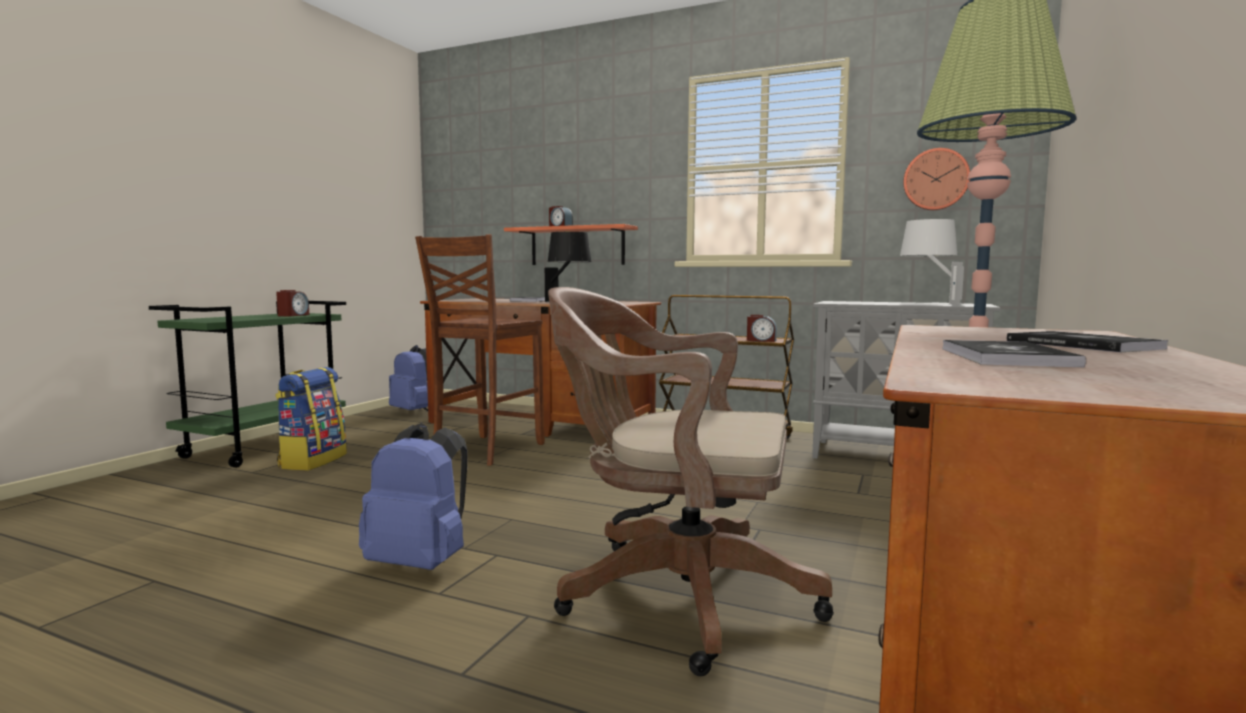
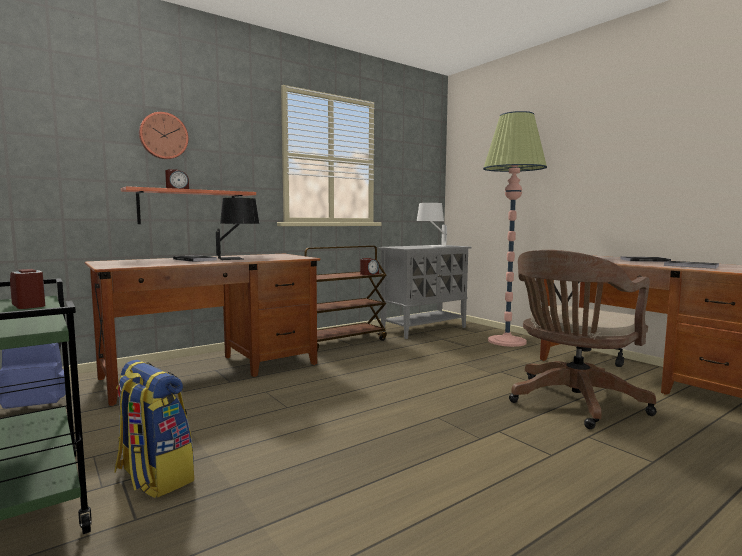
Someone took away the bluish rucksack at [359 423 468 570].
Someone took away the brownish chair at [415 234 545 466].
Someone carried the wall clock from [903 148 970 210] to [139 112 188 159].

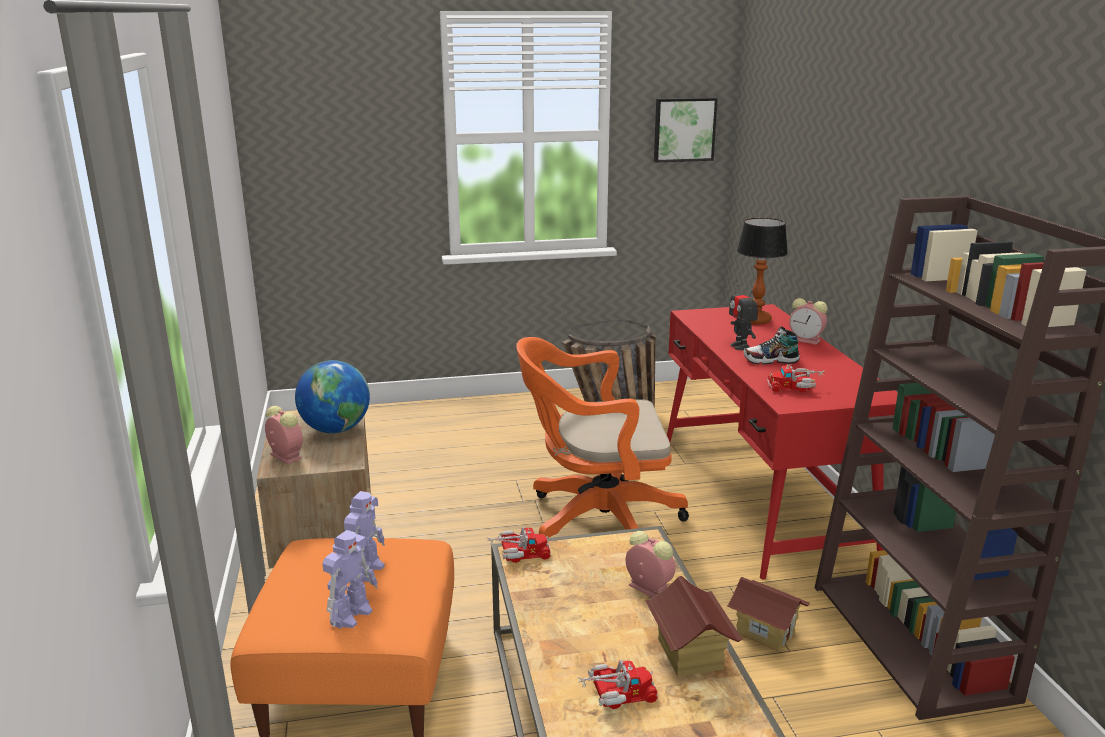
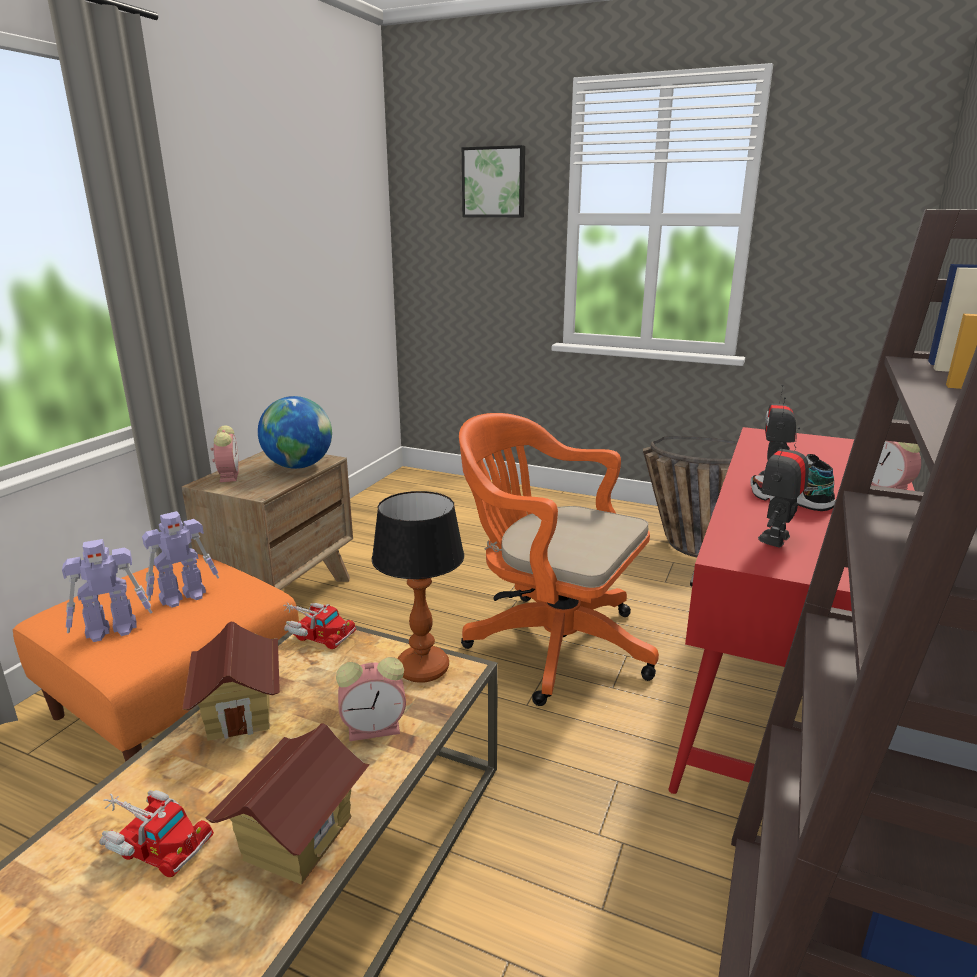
Someone carried the picture from [654 98 718 163] to [462 145 525 217].
Someone carried the model house from [727 577 810 651] to [182 622 280 741].
Someone carried the tabletop lamp from [737 218 788 325] to [372 491 464 683].
Someone swapped the toy truck at [767 364 826 392] for the toy robot at [758 427 809 547].
Someone rotated the alarm clock at [626 531 675 598] by 90 degrees clockwise.

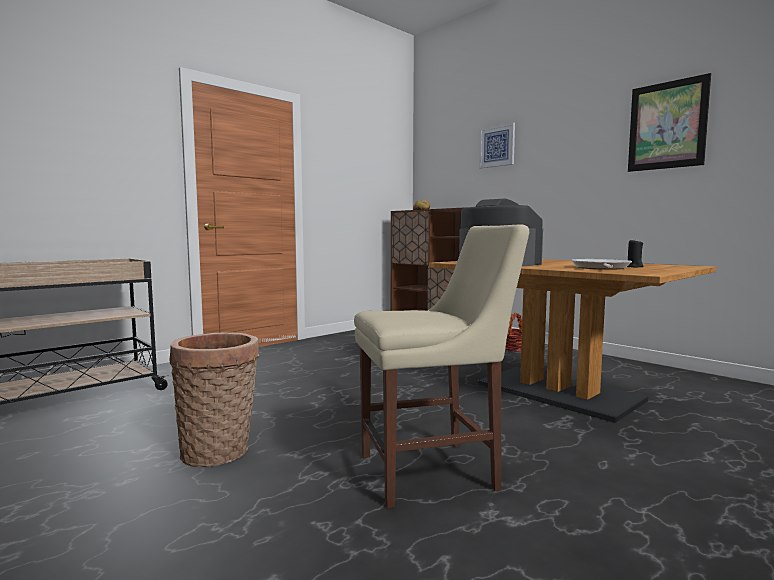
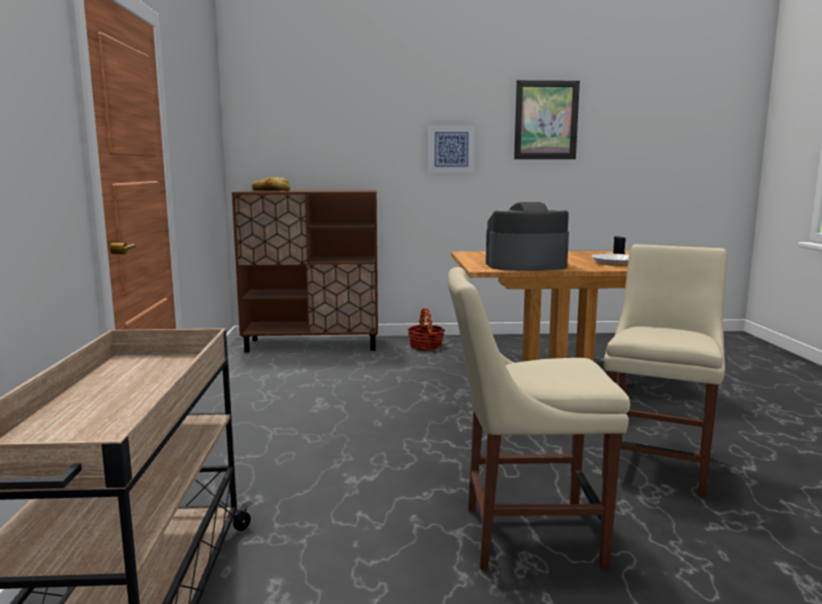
Someone carried the picture from [479 122 515 168] to [428 125 475 173].
Someone swapped the household basket at [169 332 259 467] for the sand-coloured chair at [448 267 630 570].

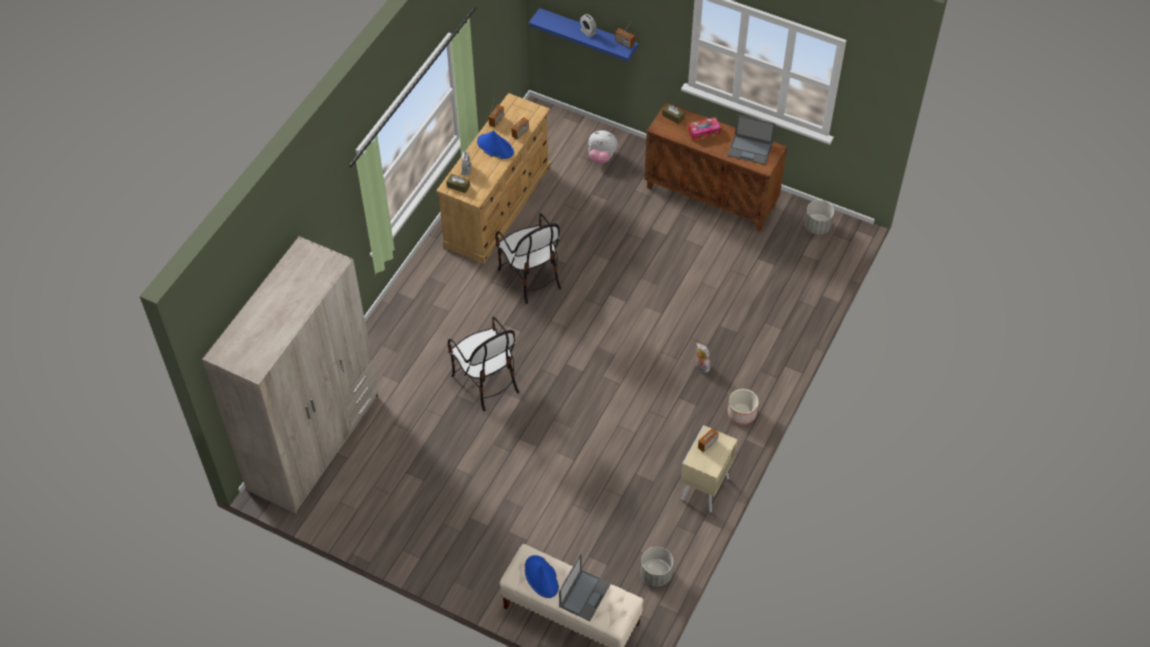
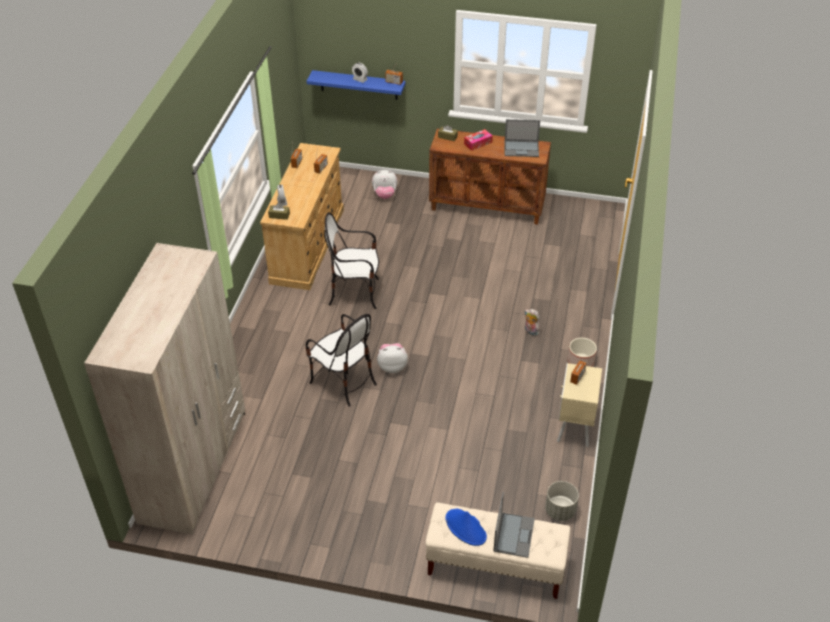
Someone took away the bluish hat at [477 131 514 159].
Someone took away the greyish flower pot at [804 200 834 235].
Someone put down the plush toy at [377 343 408 373].
Someone rotated the chair at [495 213 561 304] by 135 degrees clockwise.

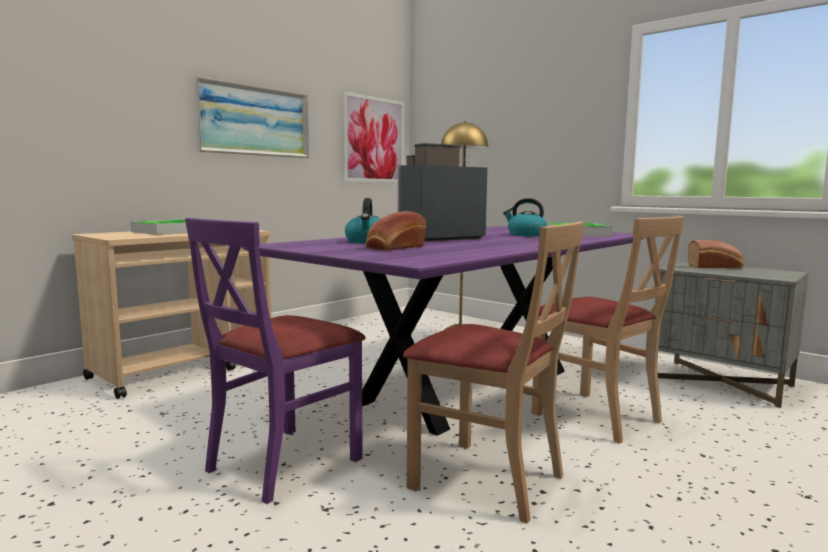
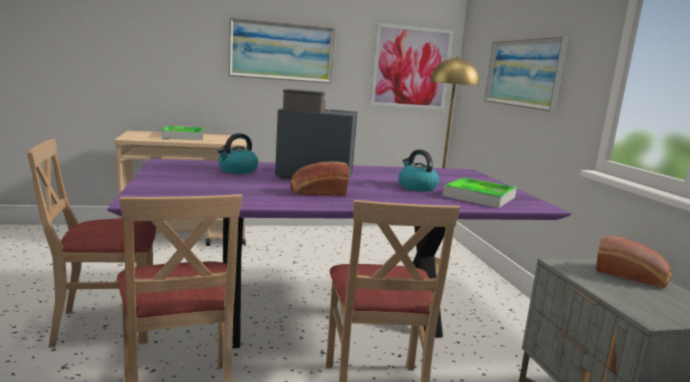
Someone put up the picture at [484 36 568 112].
Someone carried the baked bread from [366 211 426 251] to [290 161 349 196].
Someone repainted the purplish chair at [185 217 366 504], which became the sand-coloured chair at [27 139 156 348].

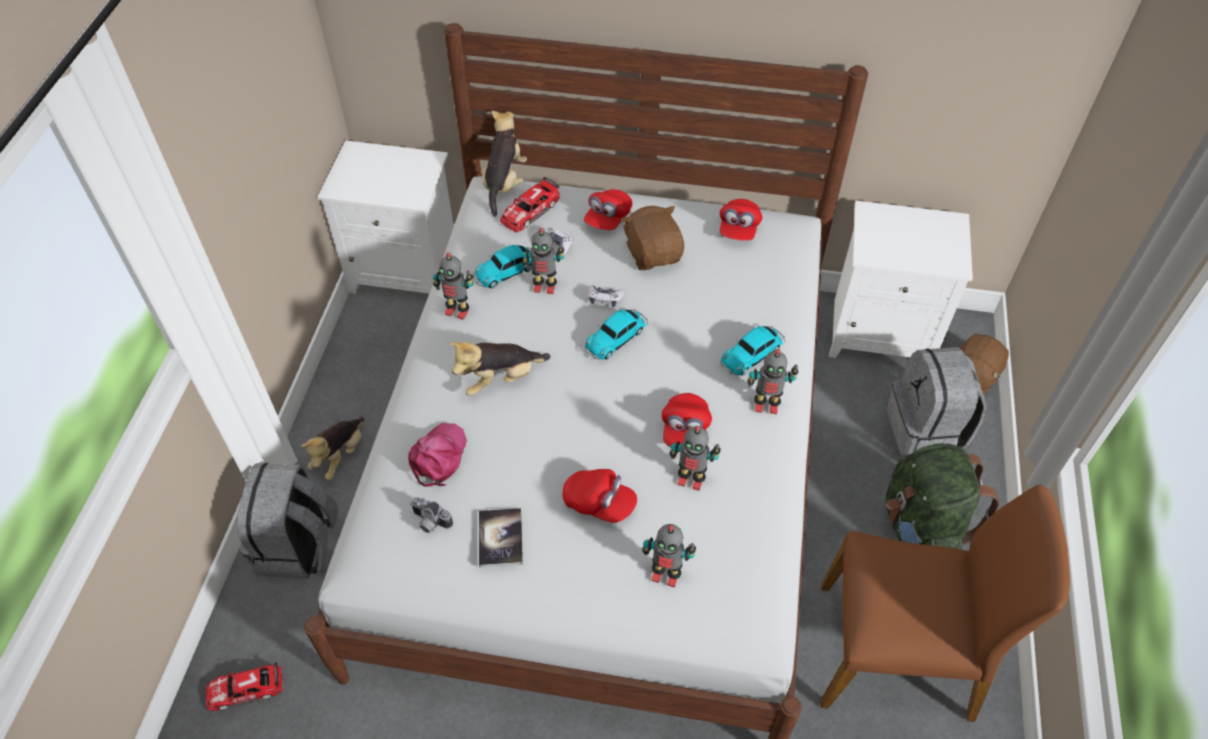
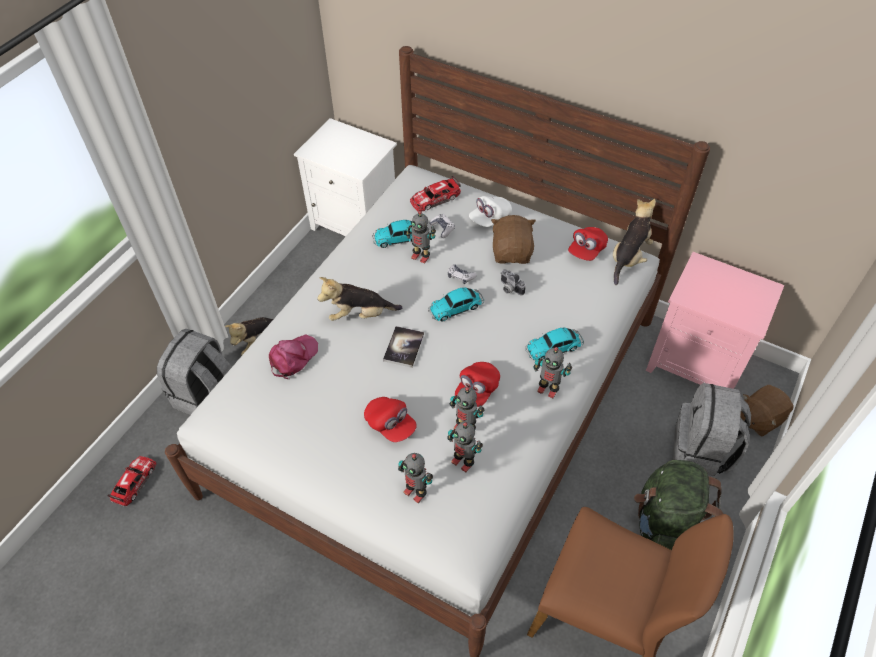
Someone carried the still camera from [410 497 453 533] to [501 269 526 295].
Someone carried the toy robot from [433 253 473 320] to [447 422 483 472].
Someone carried the volume from [479 508 523 568] to [383 326 424 368].
Someone carried the plush toy from [482 111 527 217] to [613 199 656 285].
Someone repainted the reddish cap at [584 189 632 230], which became the white cap at [469 196 512 227].
Someone repainted the white nightstand at [829 201 973 358], which became the pink-coloured nightstand at [646 252 784 389].
Someone rotated the model car at [205 662 283 711] by 105 degrees clockwise.

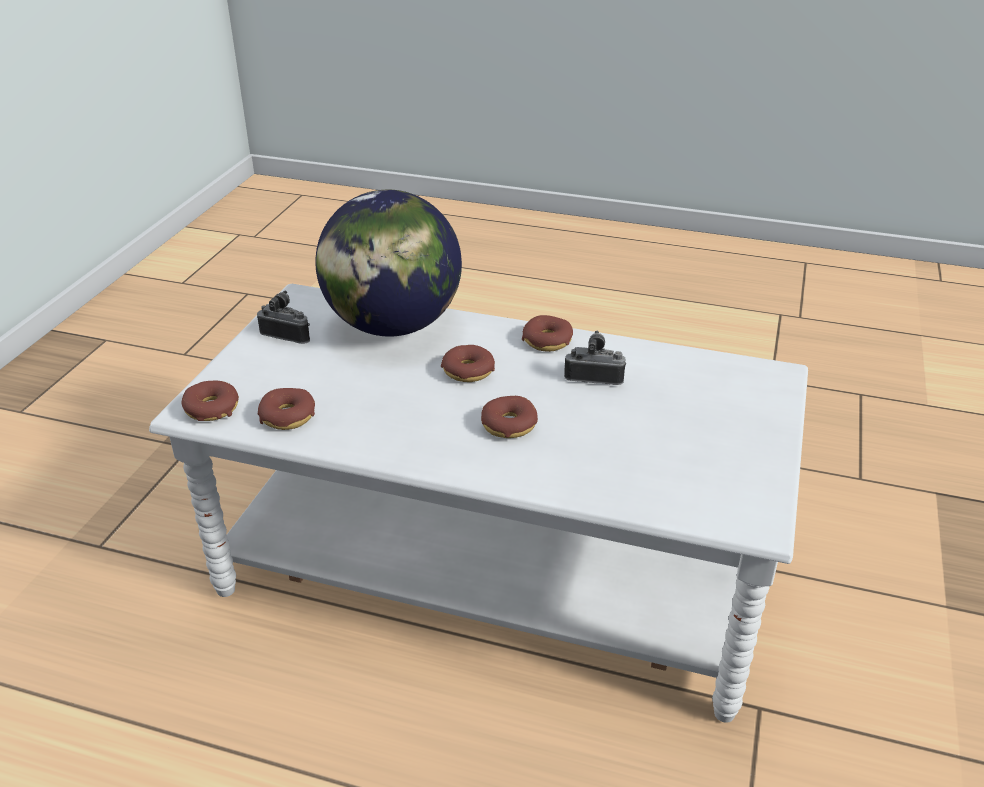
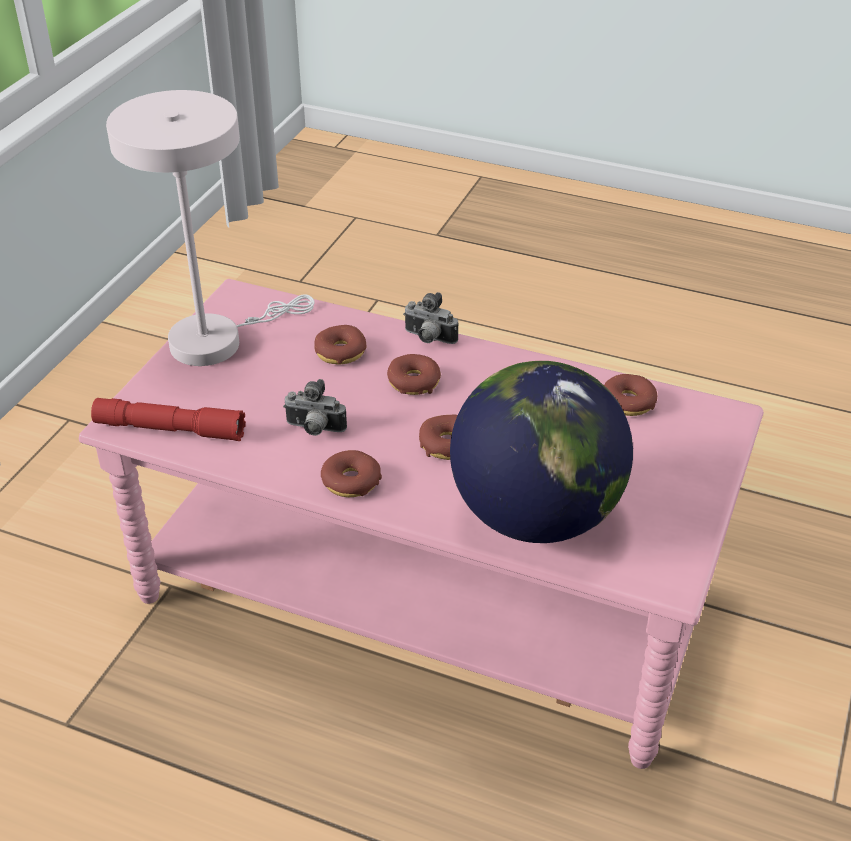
Someone put down the reddish hand torch at [91 398 246 441].
Someone put down the white tabletop lamp at [106 90 315 366].
Someone carried the doughnut from [182 381 239 421] to [314 325 366 365].
Someone carried the still camera from [257 290 310 344] to [403 292 458 344].
Someone repainted the white lounge table at [149 284 808 723], which became the pink-coloured lounge table at [79 279 764 769].

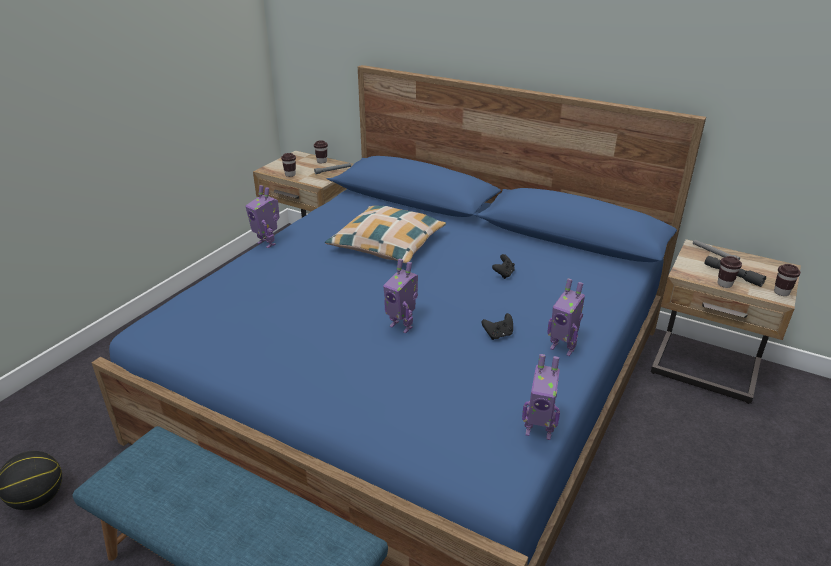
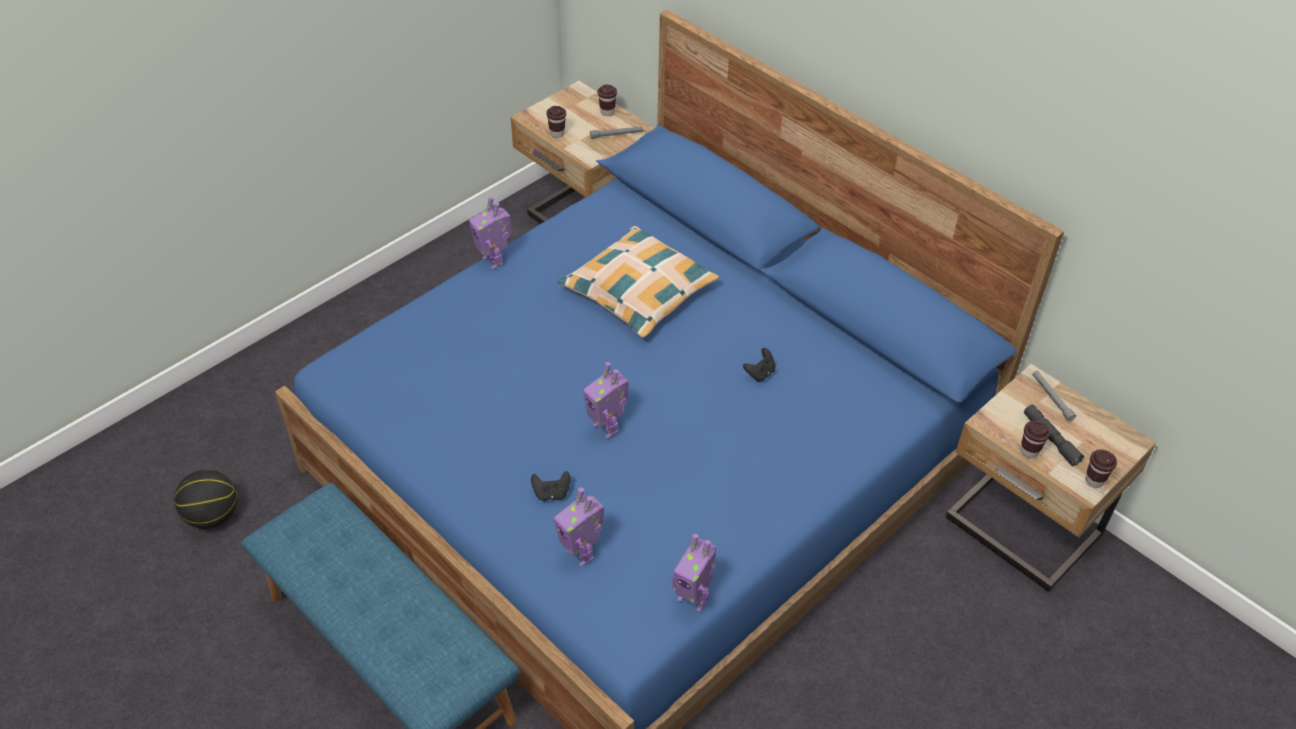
Someone carried the blackish joypad from [482 313 513 340] to [531 471 570 501].
Someone carried the toy robot from [547 279 585 356] to [554 488 604 567].

